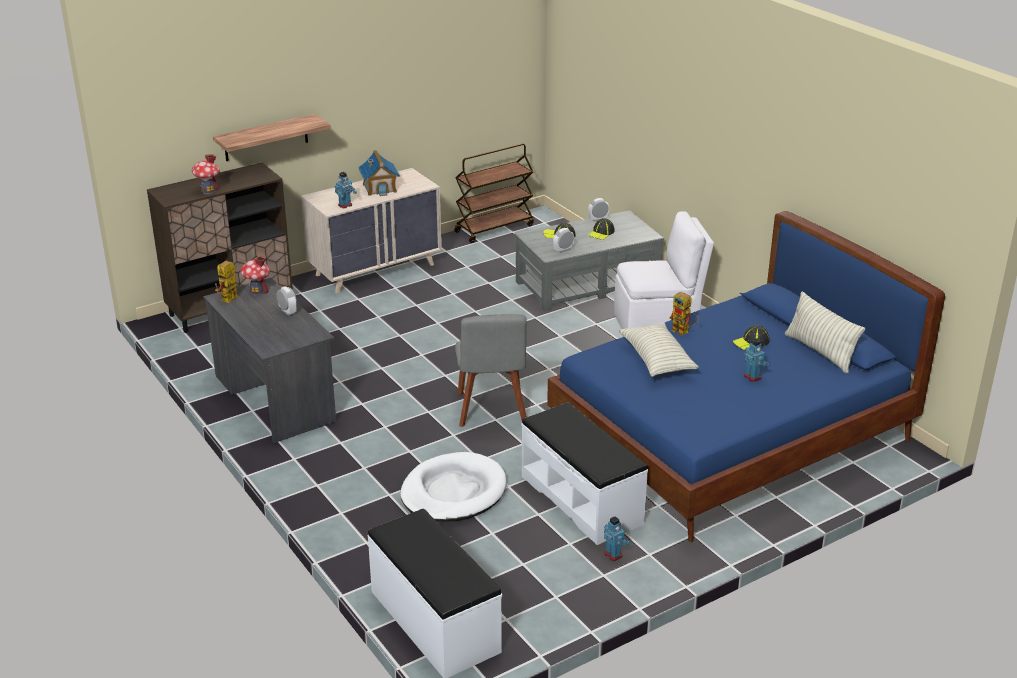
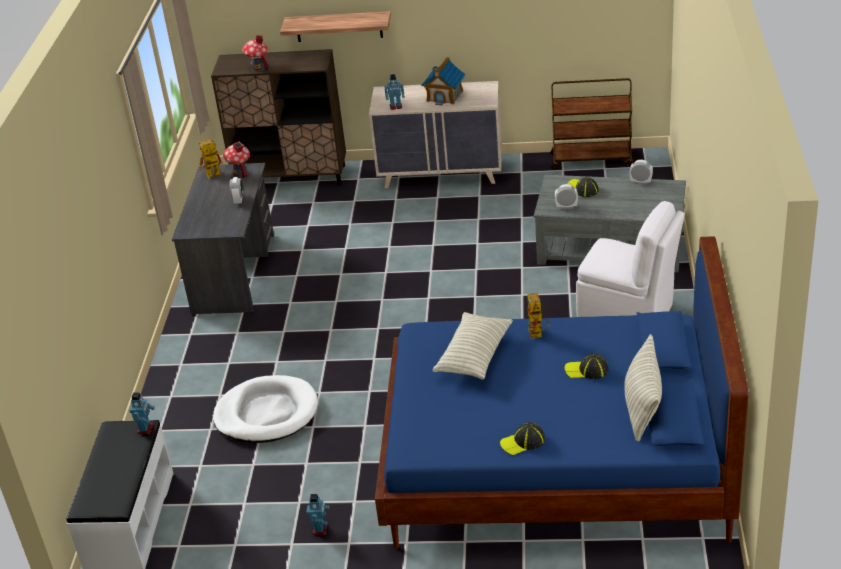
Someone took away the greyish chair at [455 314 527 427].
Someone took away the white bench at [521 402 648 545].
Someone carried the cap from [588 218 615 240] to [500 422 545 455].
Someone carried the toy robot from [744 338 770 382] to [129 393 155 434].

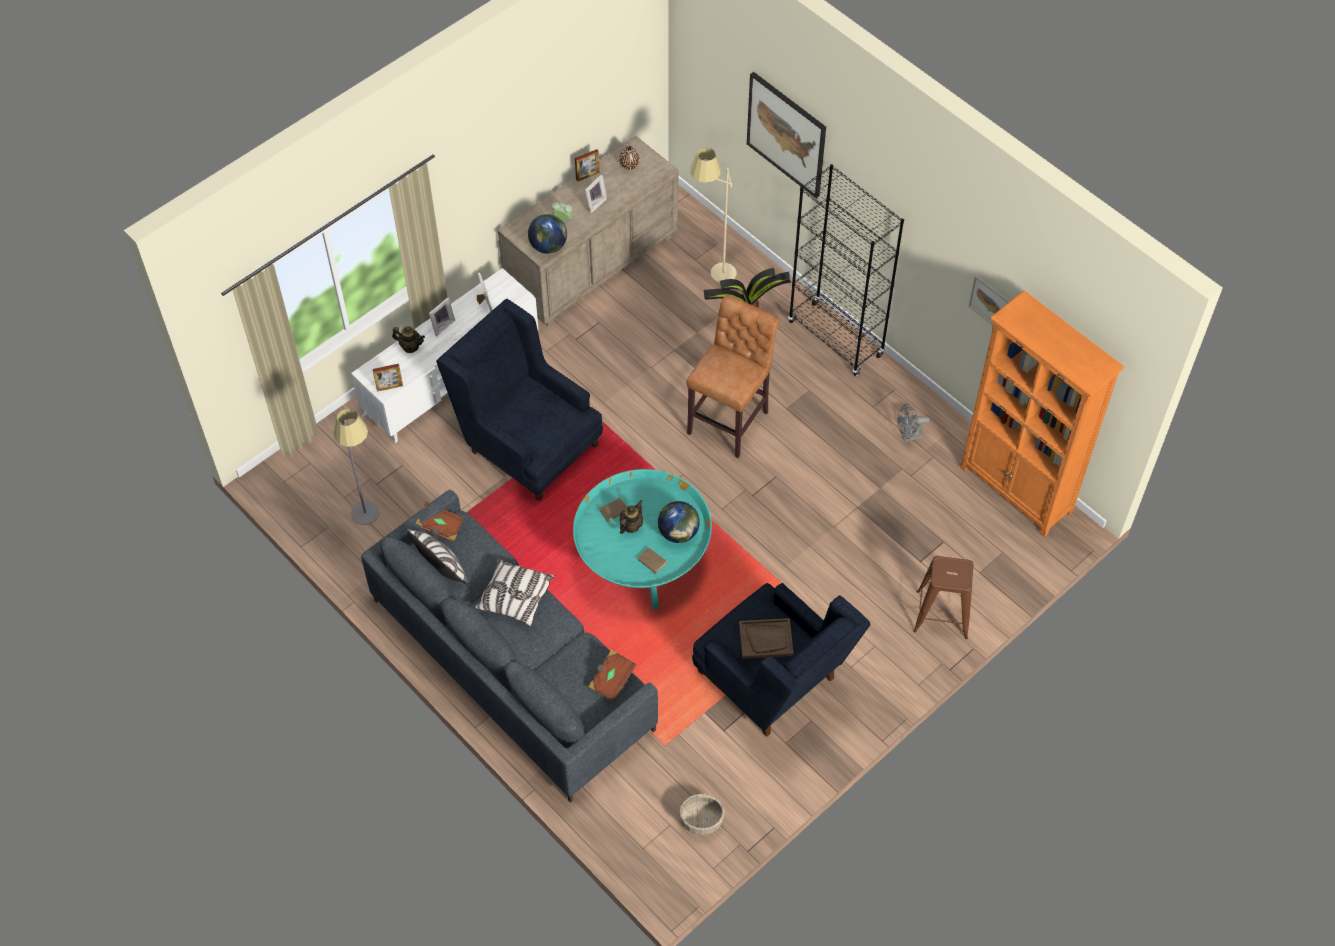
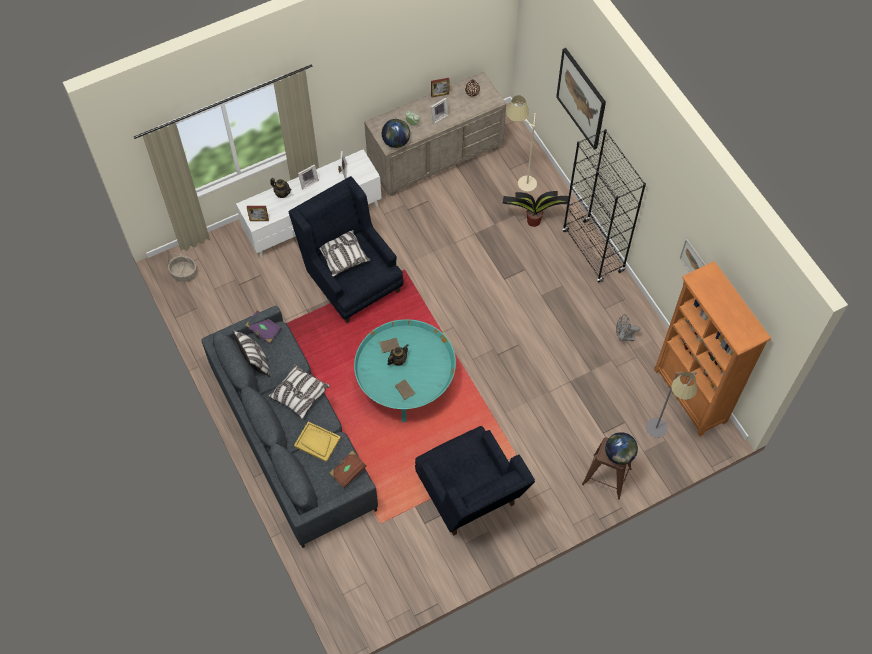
Someone took away the brownish sitting stool at [687 295 780 458].
Someone took away the brownish serving tray at [739 618 794 659].
Someone put down the yellow serving tray at [294 422 341 462].
Someone put down the pillow at [320 230 370 277].
Someone carried the greyish standard lamp from [334 409 379 525] to [646 371 697 438].
Someone carried the globe from [658 501 700 543] to [605 432 638 465].
Someone carried the household basket from [679 794 725 835] to [168 253 197 282].
Someone repainted the brownish volume at [415 501 464 542], which became the purplish volume at [245 310 281 344].

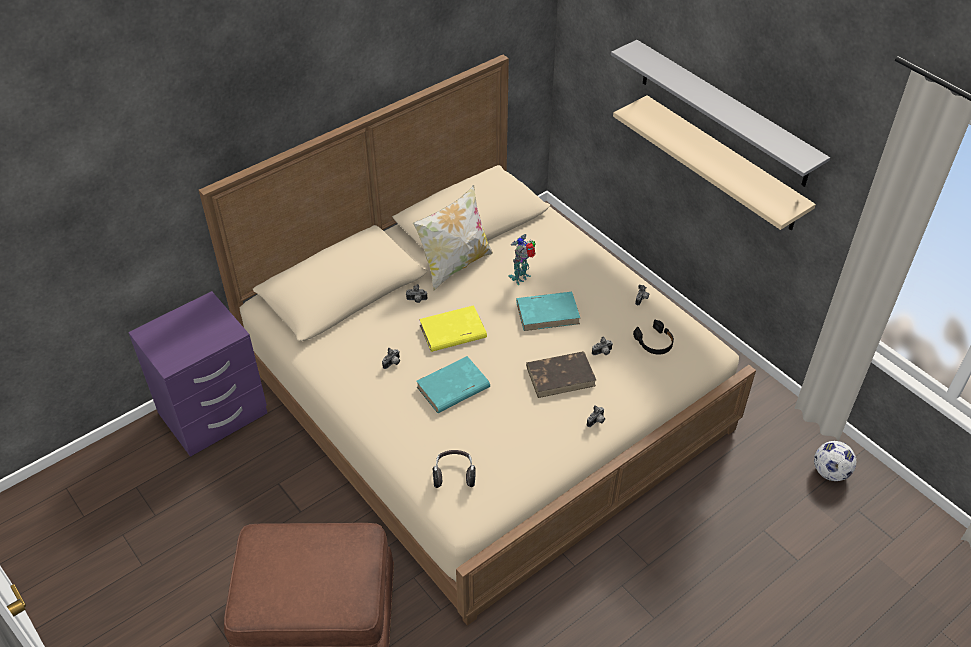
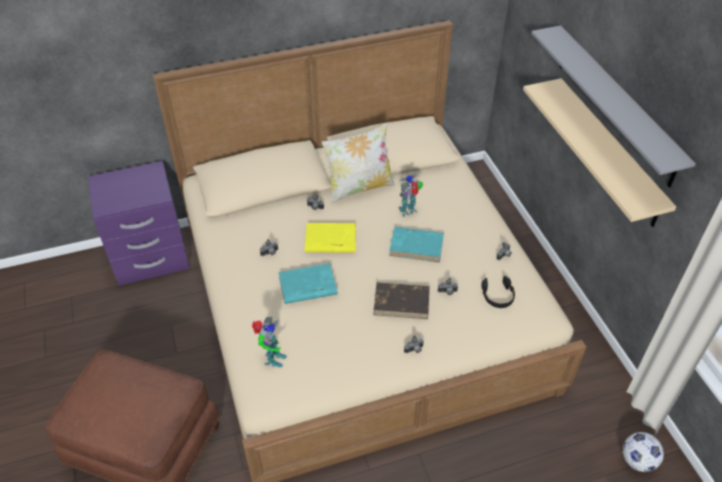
Someone swapped the headset at [433 450 476 488] for the toy robot at [252 317 287 368].

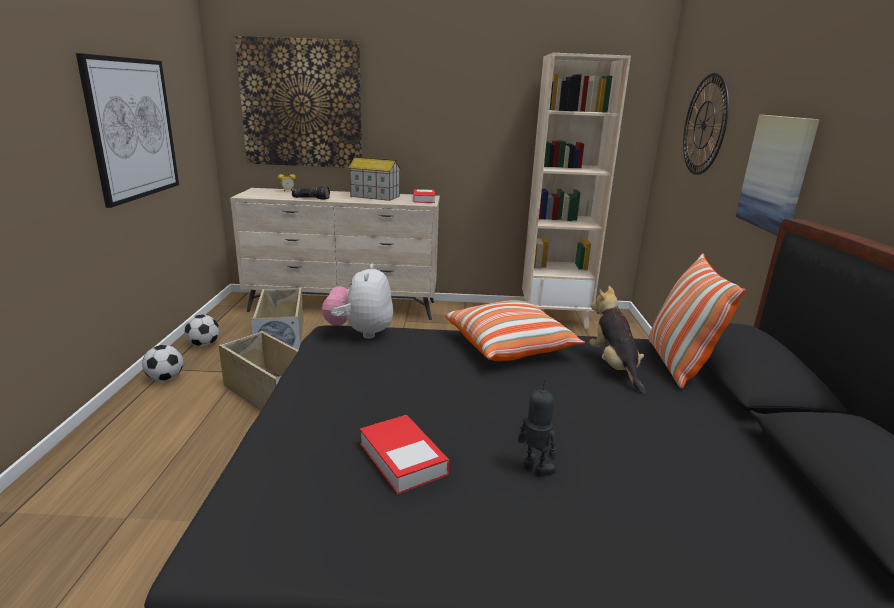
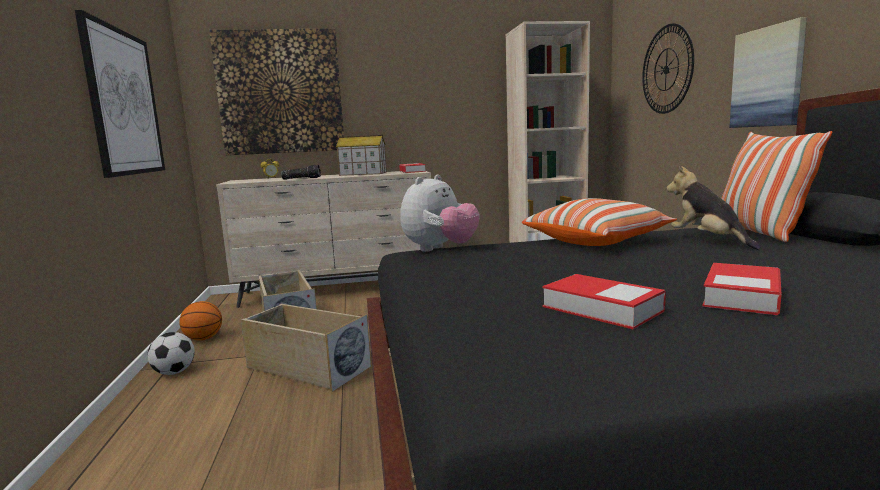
Someone swapped the football at [184 314 219 347] for the basketball ball at [179 301 222 341].
Someone swapped the toy robot at [518 378 556 477] for the volume at [702 263 782 315].
Someone rotated the plush toy at [322 264 393 339] by 135 degrees counterclockwise.

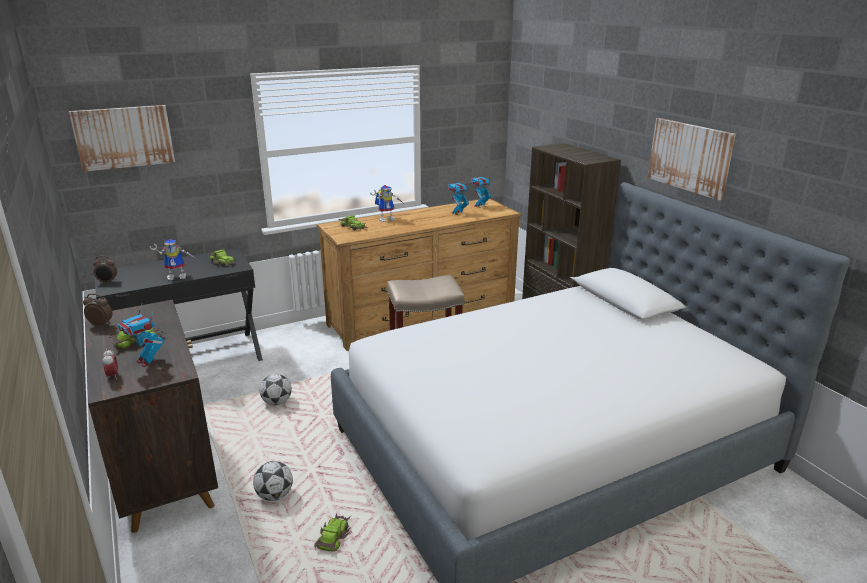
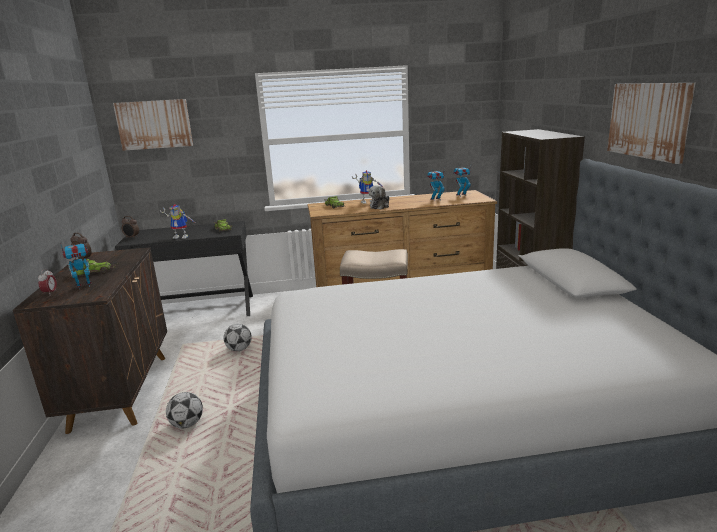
Someone took away the model car at [314 513 351 551].
Someone put down the plush toy at [369 185 389 209].
Someone rotated the toy robot at [117 305 164 367] by 90 degrees clockwise.

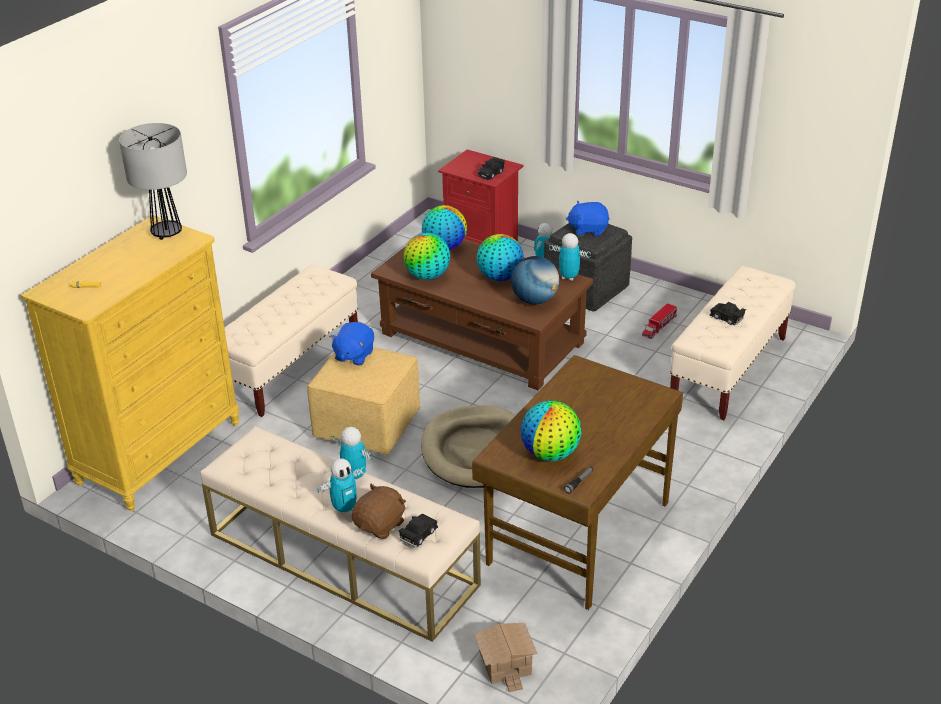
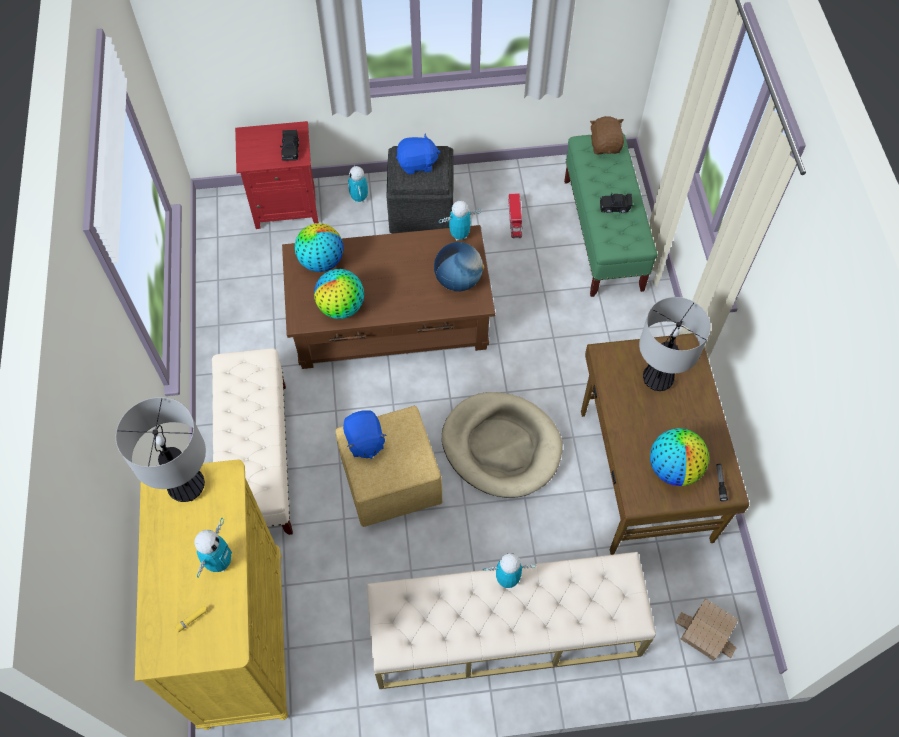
Someone took away the blackish model car at [399 514 438 548].
Someone took away the globe at [477 234 524 281].
Someone put down the tabletop lamp at [639 297 711 391].
Someone carried the toy robot from [318 458 366 515] to [194 518 232 578].
Someone carried the brownish plush toy from [352 484 406 539] to [590 116 624 155].
Someone repainted the sand-coloured bench at [670 266 796 420], which became the green-coloured bench at [564 133 658 297].
Someone rotated the bluish plush toy at [566 201 610 236] by 150 degrees counterclockwise.

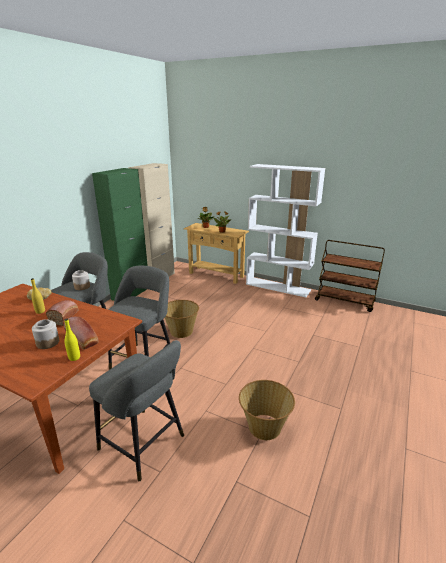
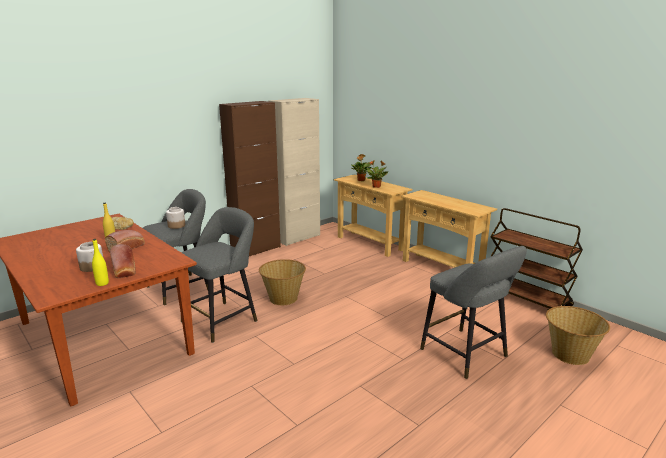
Someone carried the greyish sitting stool from [89 340 184 481] to [420 246 527 379].
Someone carried the household basket from [239 380 295 440] to [546 306 610 365].
Someone swapped the white shelving unit at [246 164 325 297] for the sand-coloured hall table at [401 190 497 268].
Someone repainted the green-coloured storage cabinet at [92 168 148 301], which became the brownish storage cabinet at [219 101 281 256].

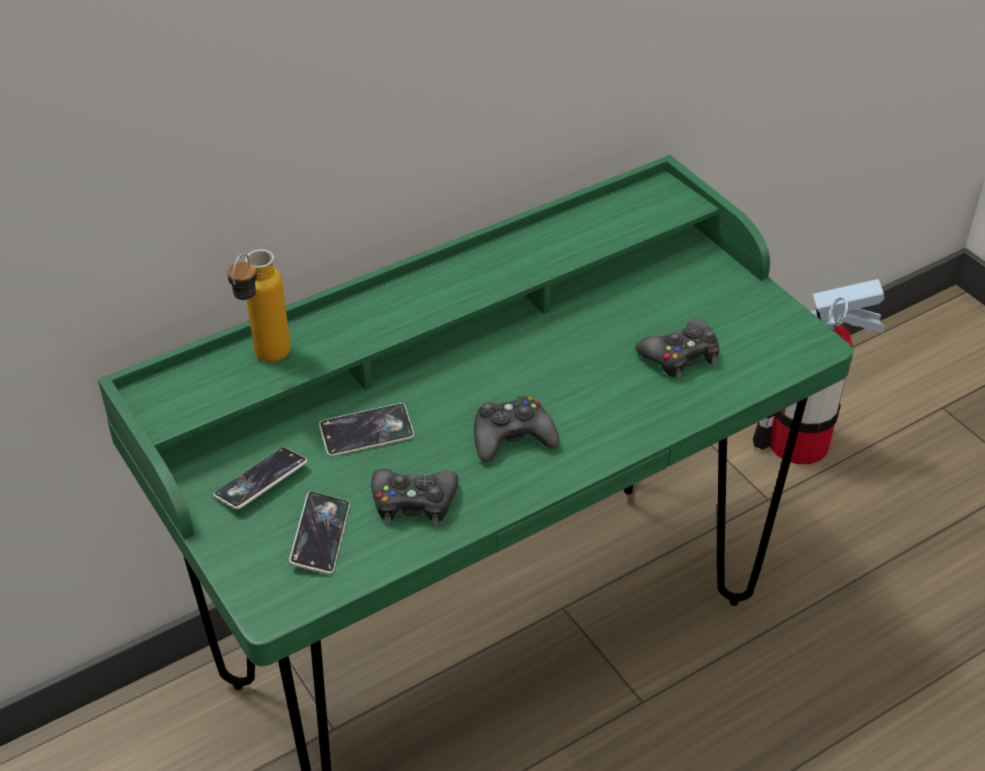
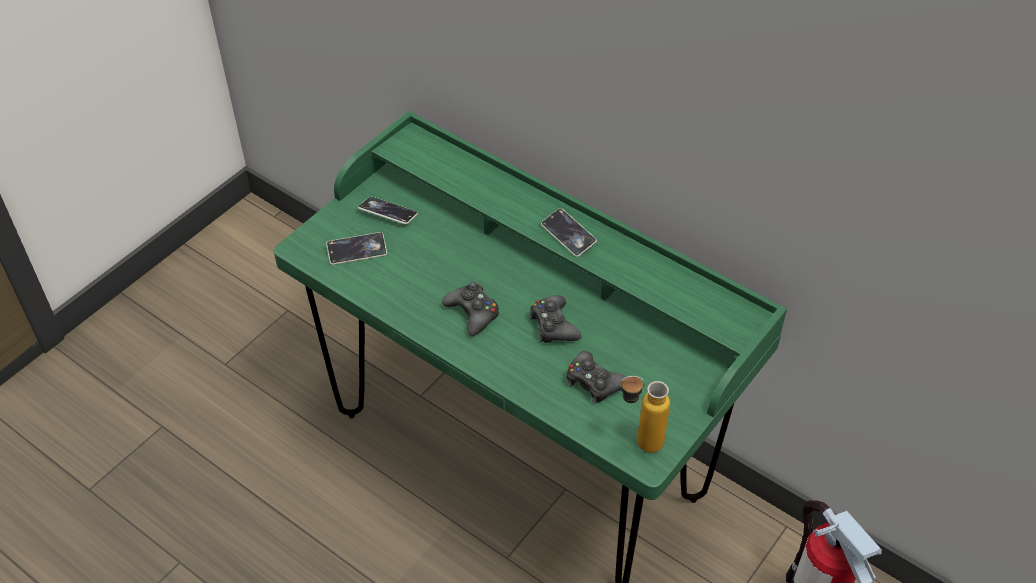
Someone carried the beverage bottle from [227 249 291 362] to [620 376 670 453].
Someone carried the telephone from [319 403 414 456] to [541 208 597 257].
Someone carried the blackish joypad from [371 469 458 526] to [529 295 582 343].

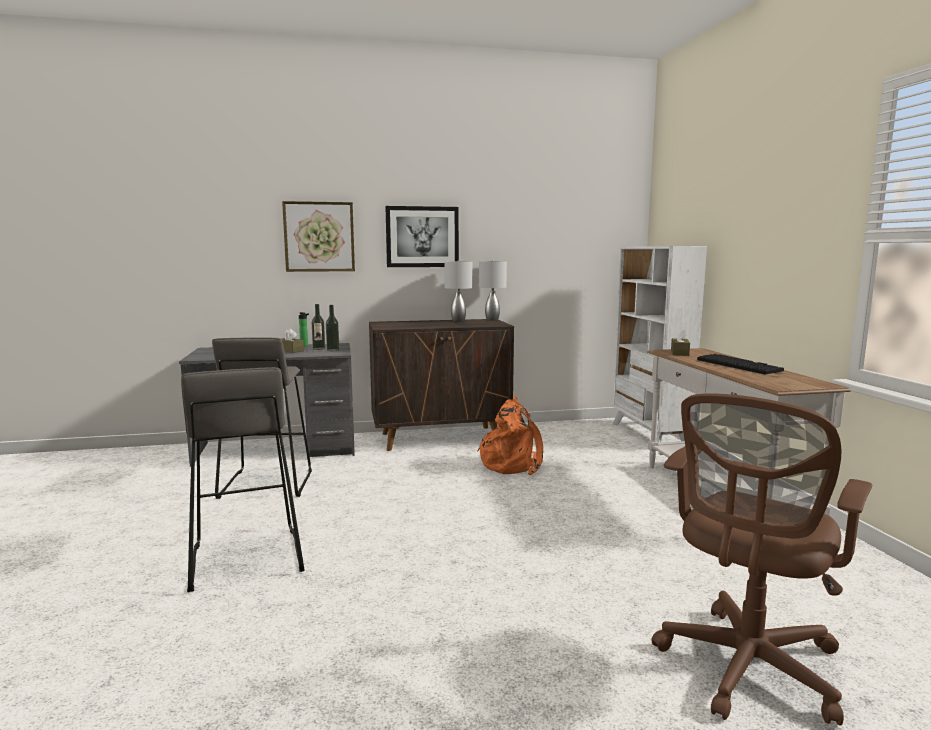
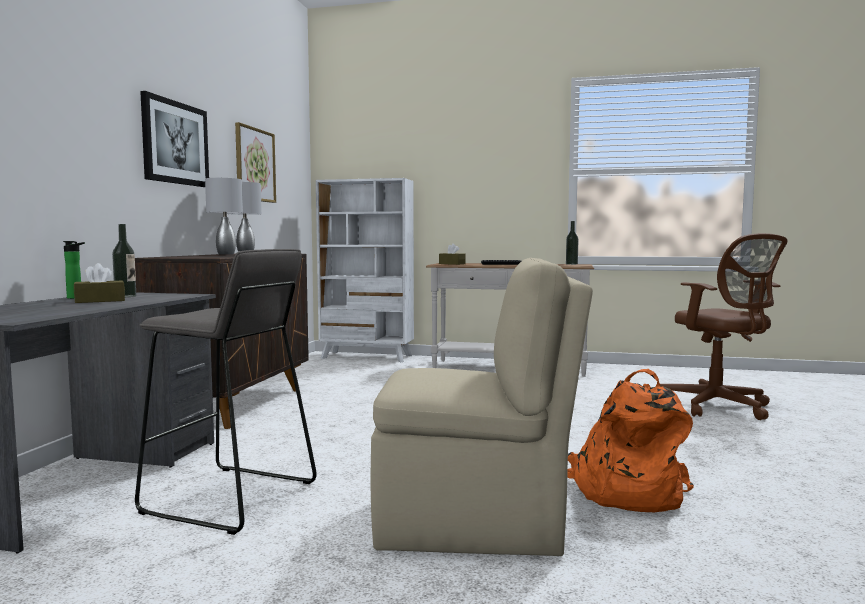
Someone carried the picture from [282 201 355 272] to [235 122 276 203].
Someone carried the beverage bottle from [326 305 340 351] to [566 221 578 265].
Someone carried the orange rucksack from [477 395 543 475] to [567 369 694 512].
Someone swapped the greyish sitting stool at [181 367 305 592] for the sand-coloured chair at [371 258 593 556].

